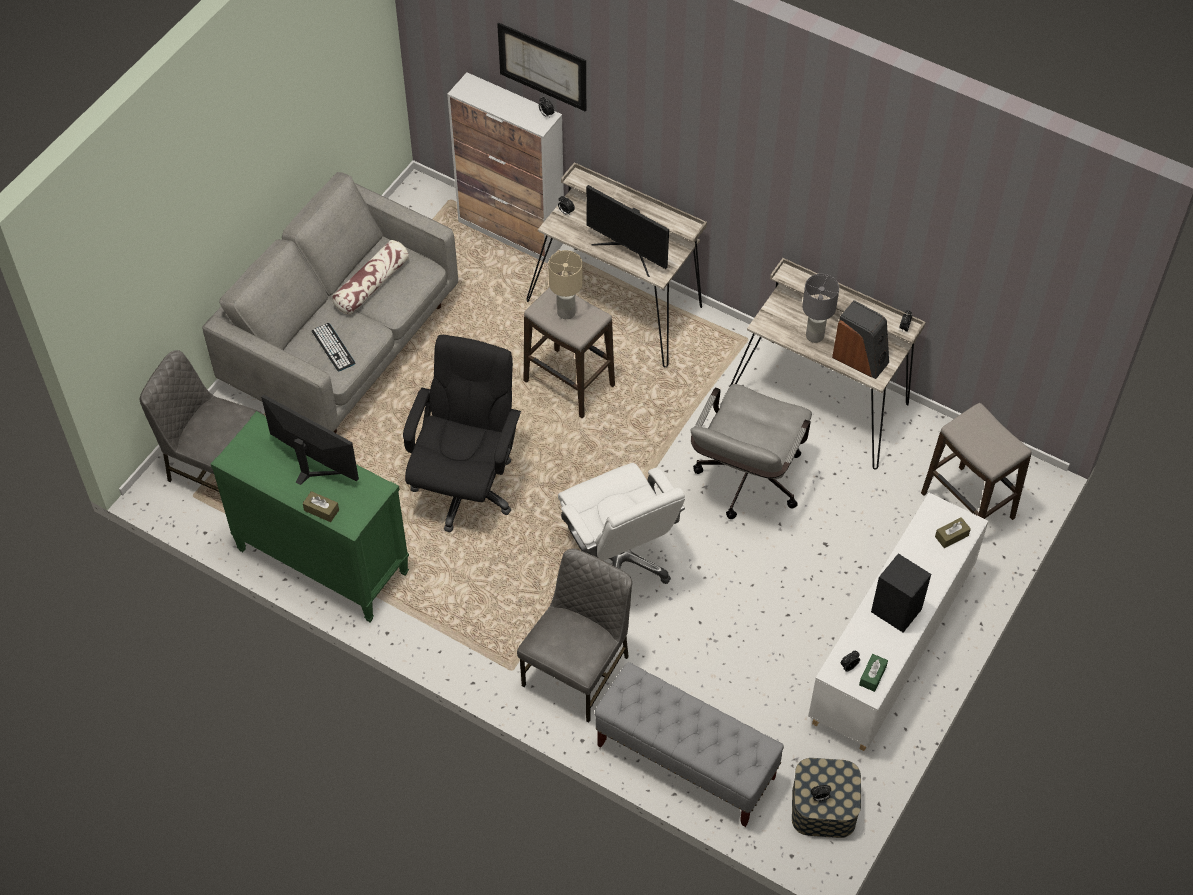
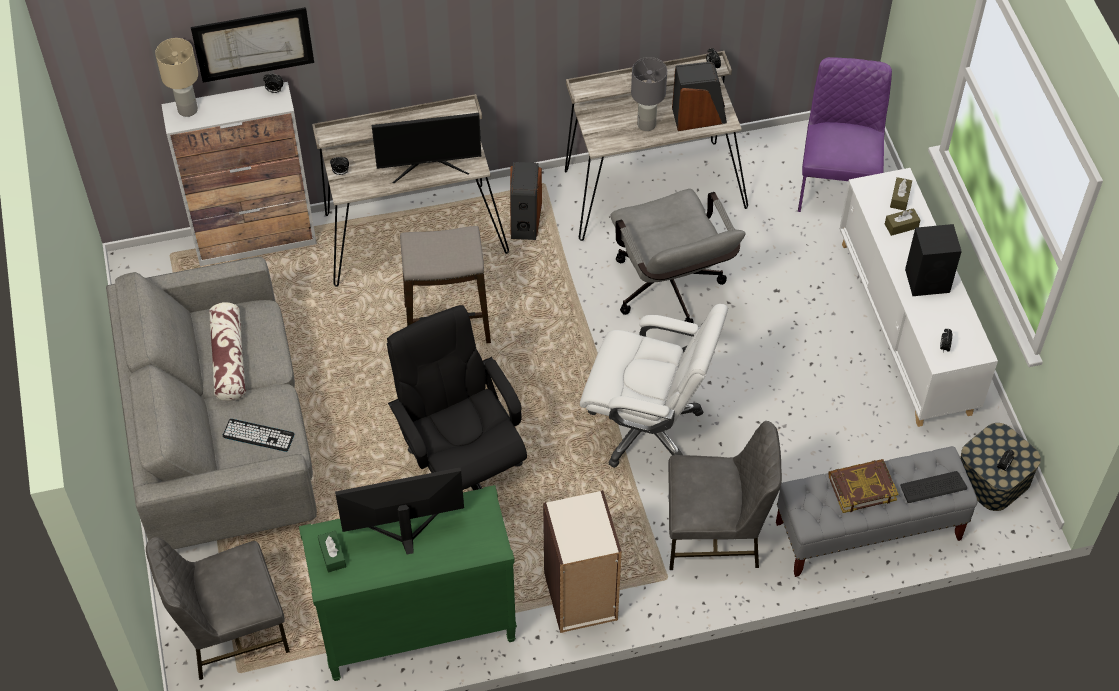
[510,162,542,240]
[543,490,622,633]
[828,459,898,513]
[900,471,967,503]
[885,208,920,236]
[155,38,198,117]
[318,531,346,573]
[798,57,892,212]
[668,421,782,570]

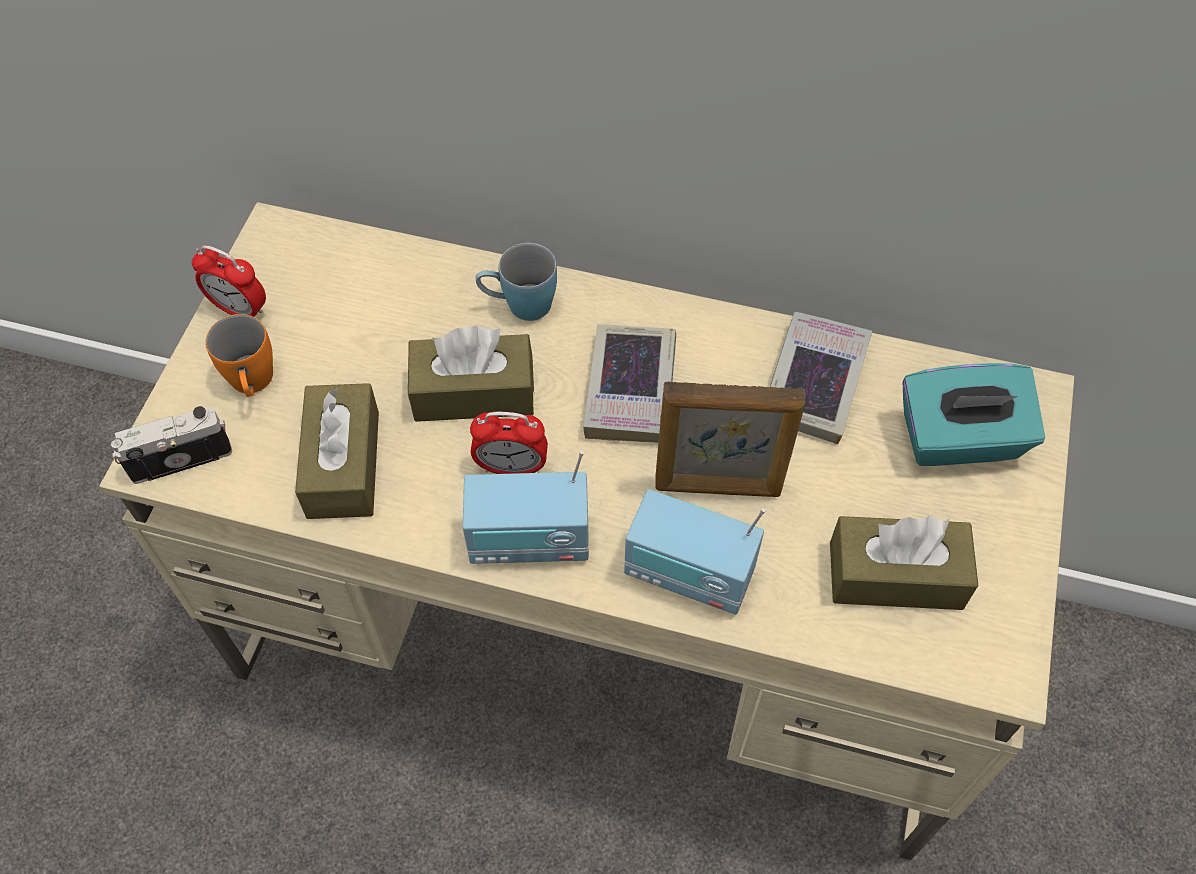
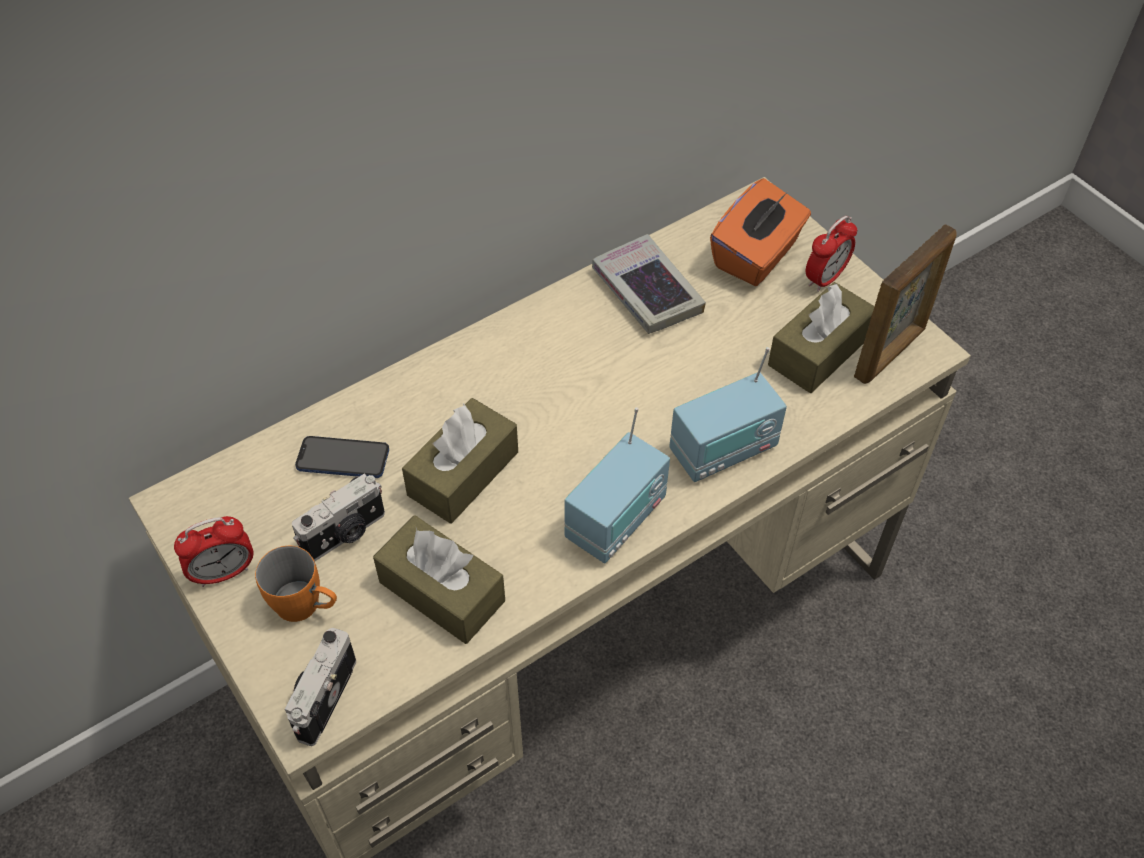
[476,243,557,321] (first image)
[583,324,676,443] (first image)
[292,473,385,561]
[295,436,389,478]
[806,216,857,292]
[854,225,957,384]
[710,178,811,286]

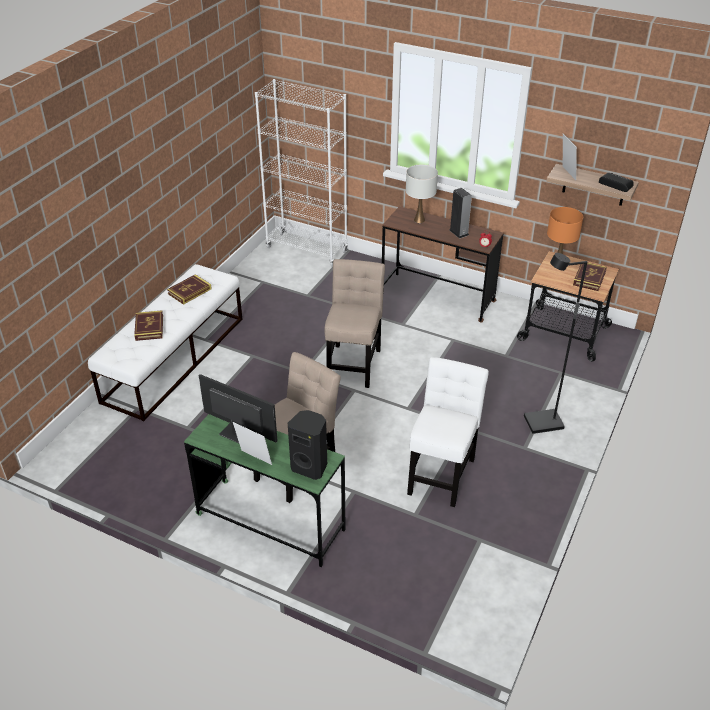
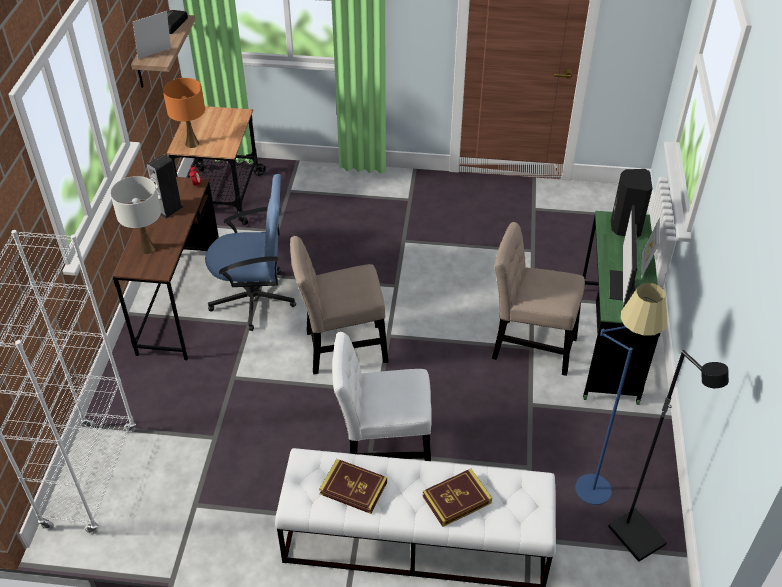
[573,262,607,291] (first image)
[205,174,296,331]
[575,283,667,505]
[332,332,432,461]
[608,350,729,562]

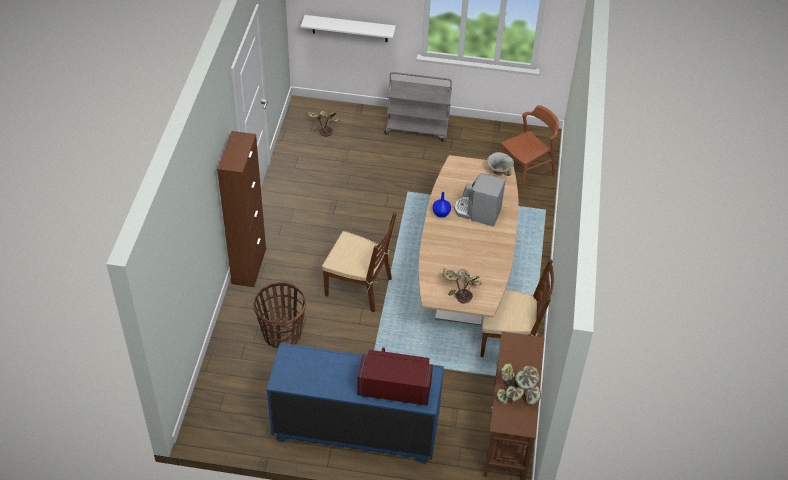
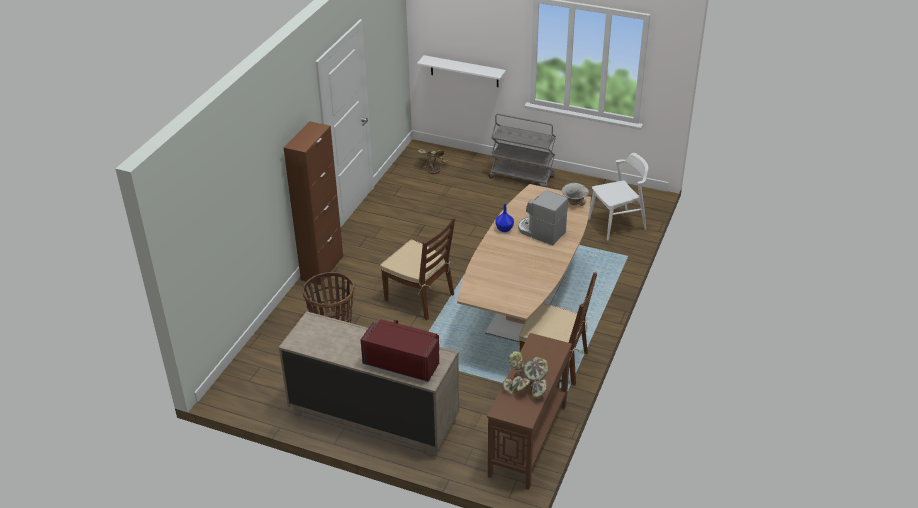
[443,269,482,304] (first image)
[278,311,459,457]
[588,153,648,240]

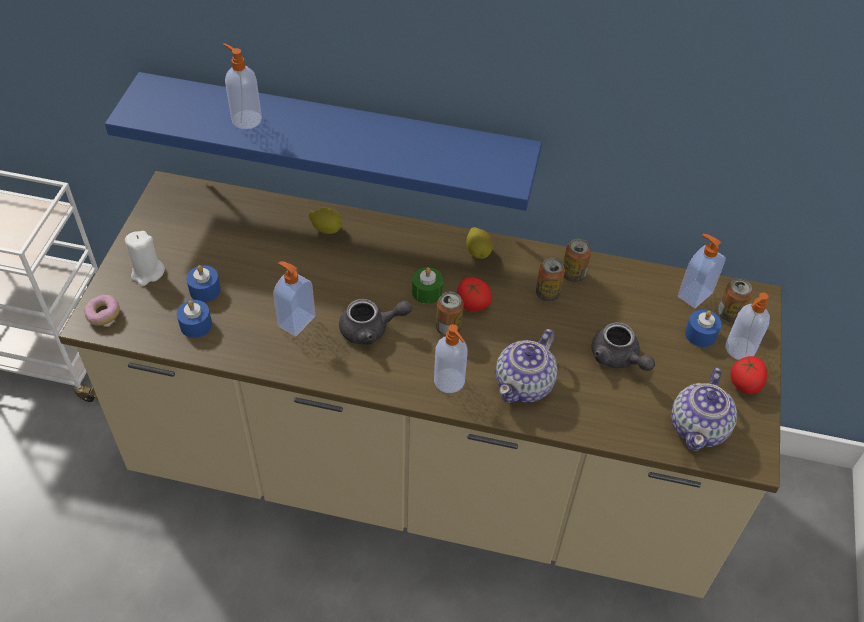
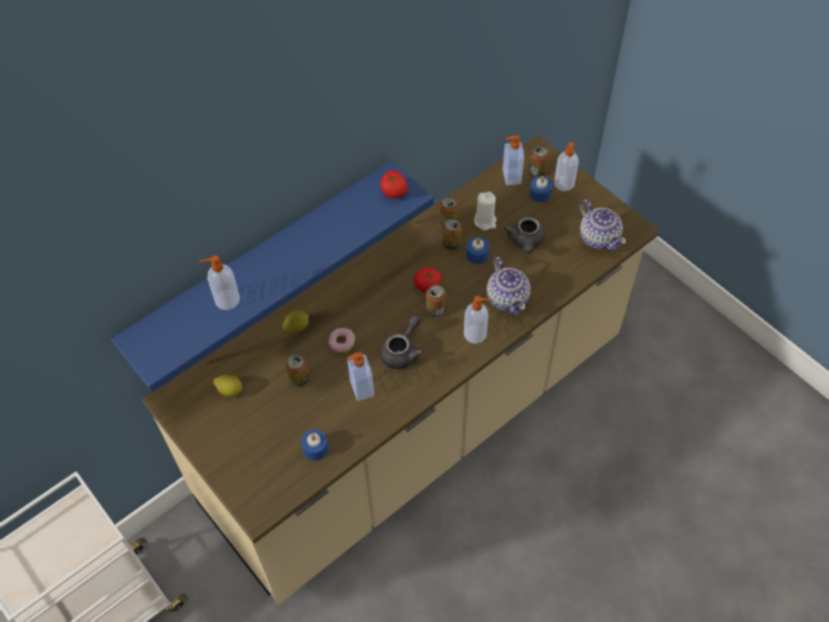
[412,267,443,304] (first image)
[286,354,309,387]
[329,328,355,353]
[474,192,497,231]
[466,237,489,264]
[213,375,242,397]
[381,170,408,198]
[504,217,545,254]

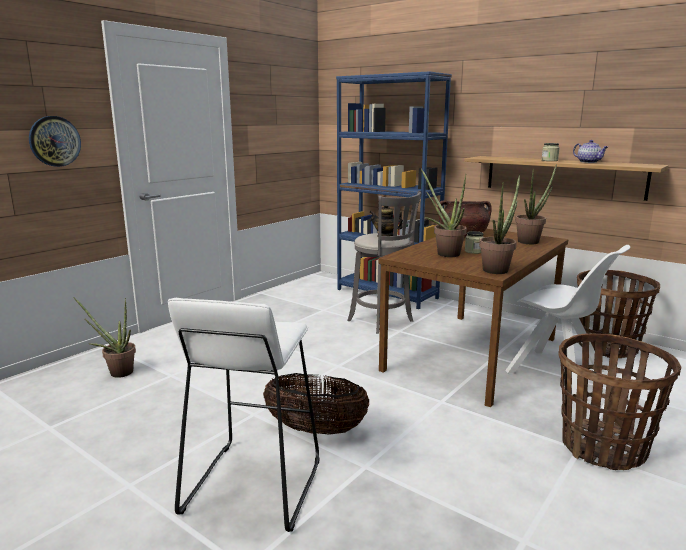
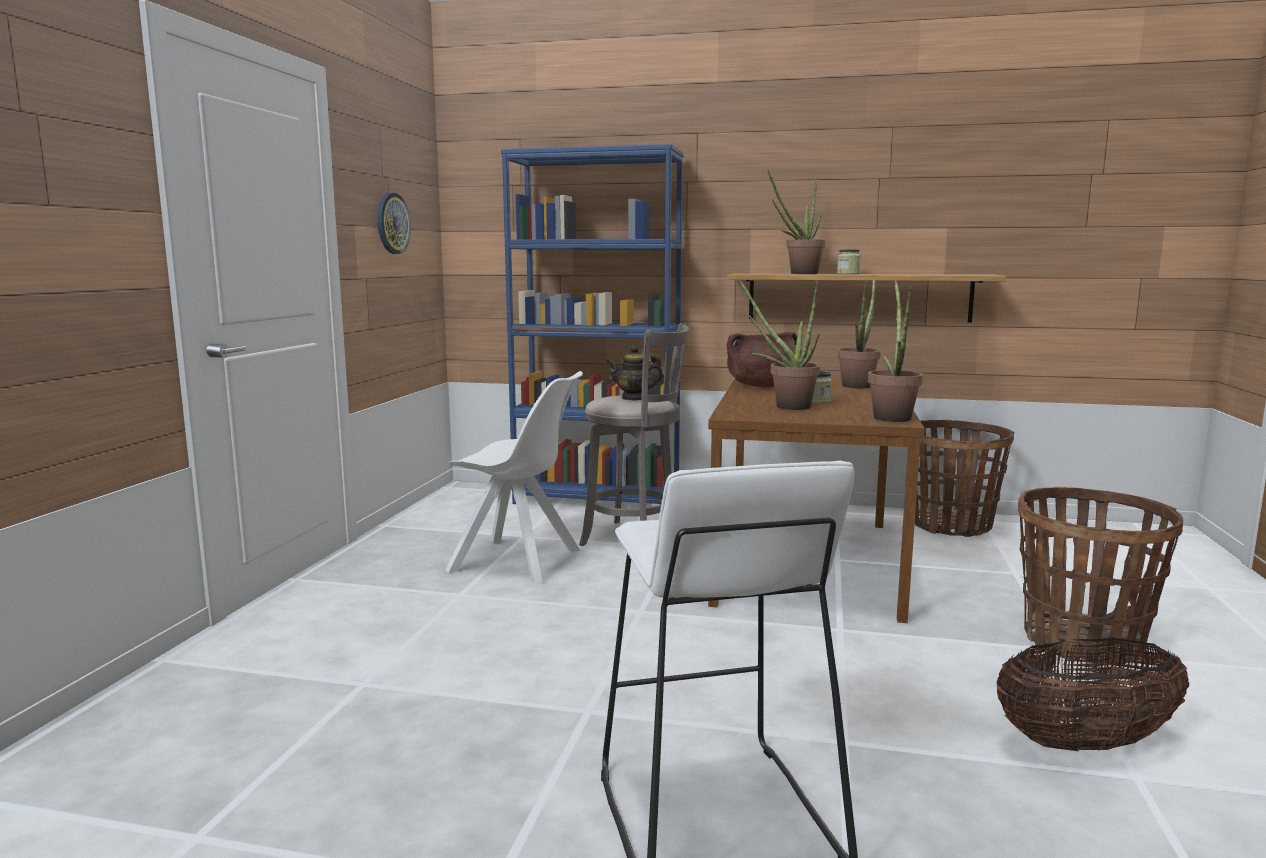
[573,140,608,163] (first image)
[377,193,411,254]
[768,170,825,274]
[997,638,1189,752]
[446,371,583,584]

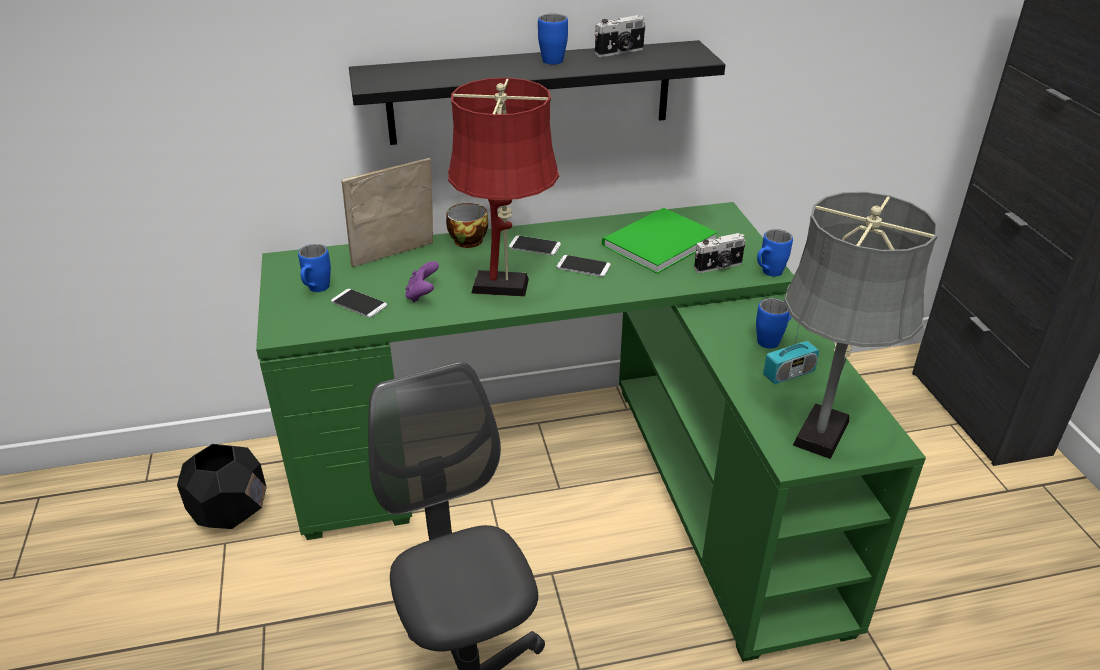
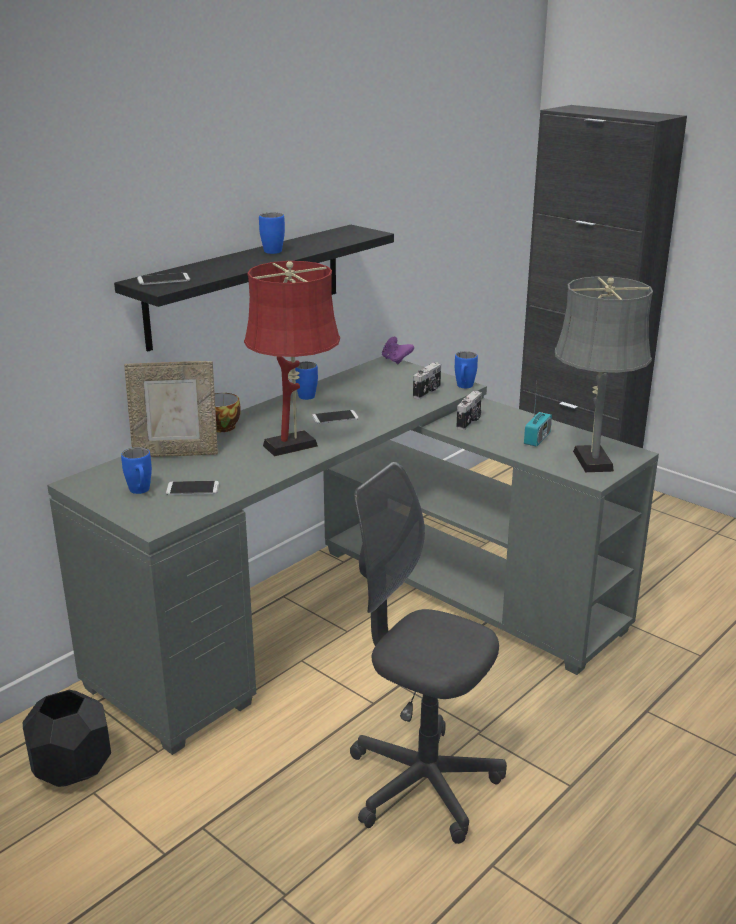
[602,208,718,274] (first image)
[382,337,414,365]
[137,273,190,285]
[456,391,482,430]
[295,362,318,400]
[47,356,659,755]
[124,361,218,457]

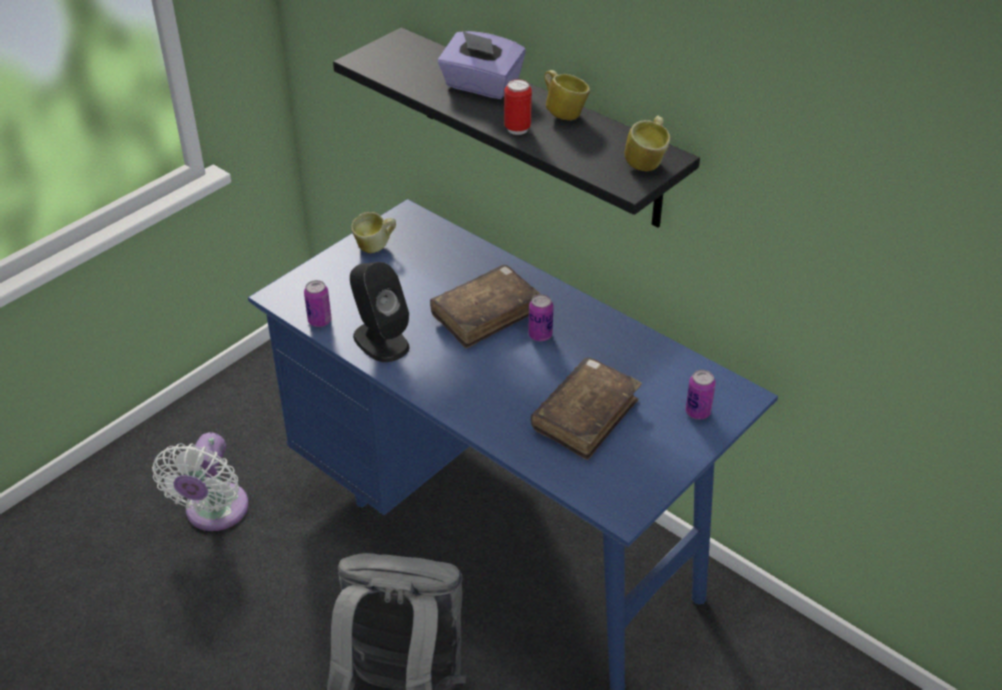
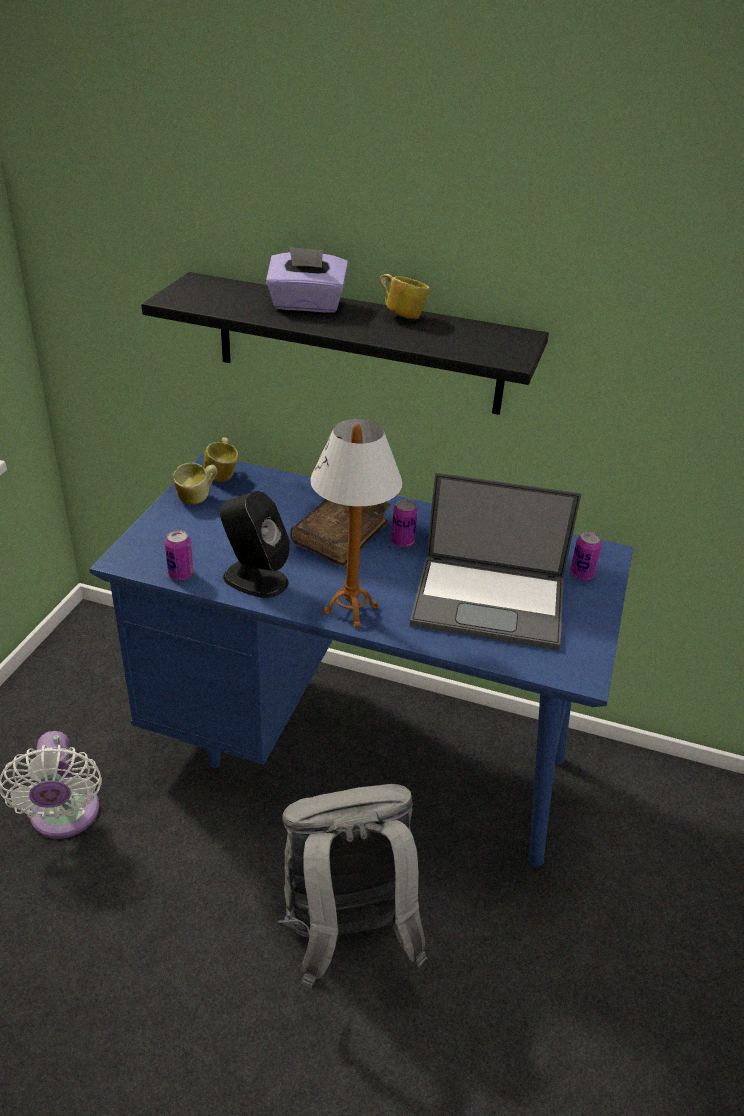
[504,79,532,135] (first image)
[310,419,403,628]
[203,437,238,482]
[410,473,581,650]

